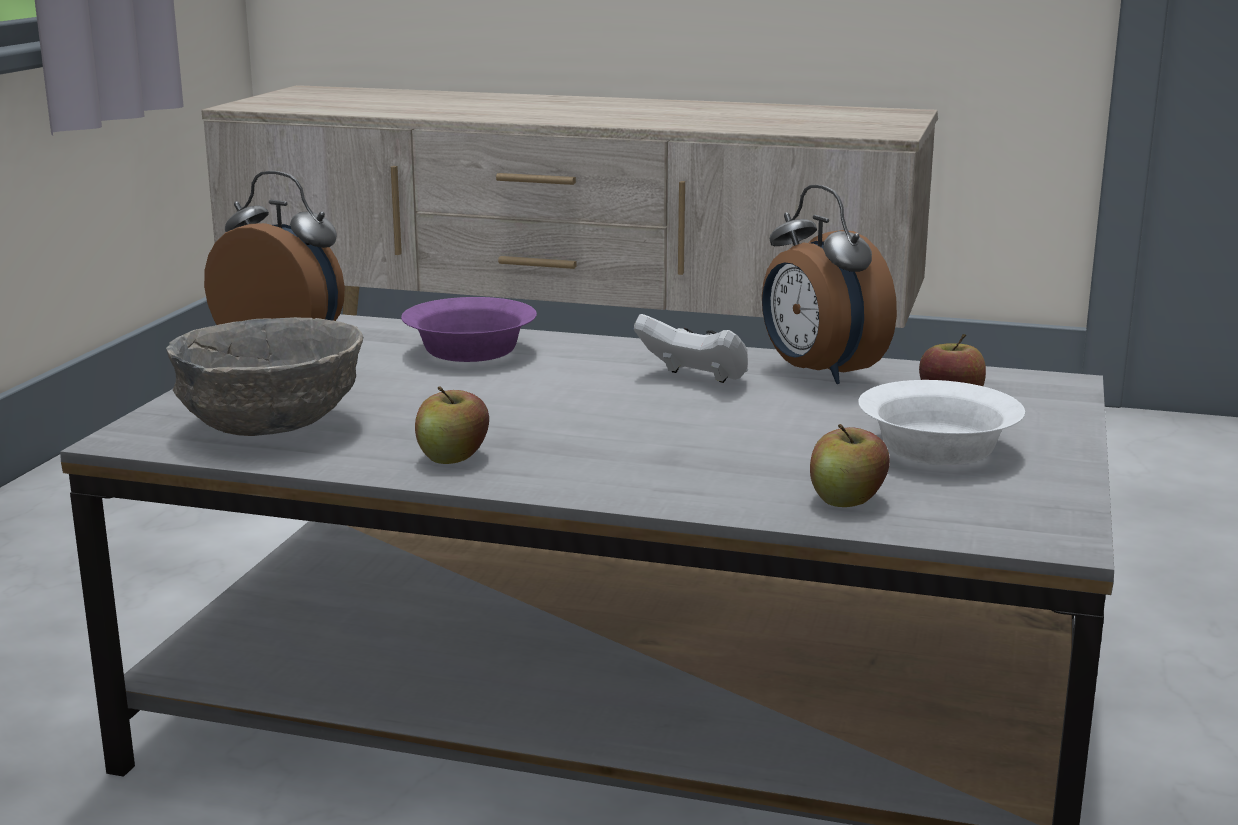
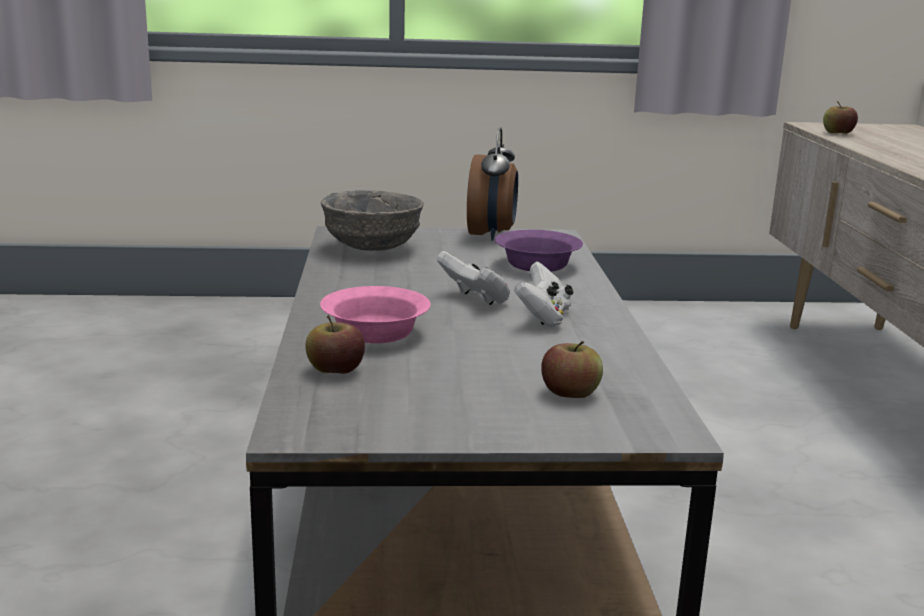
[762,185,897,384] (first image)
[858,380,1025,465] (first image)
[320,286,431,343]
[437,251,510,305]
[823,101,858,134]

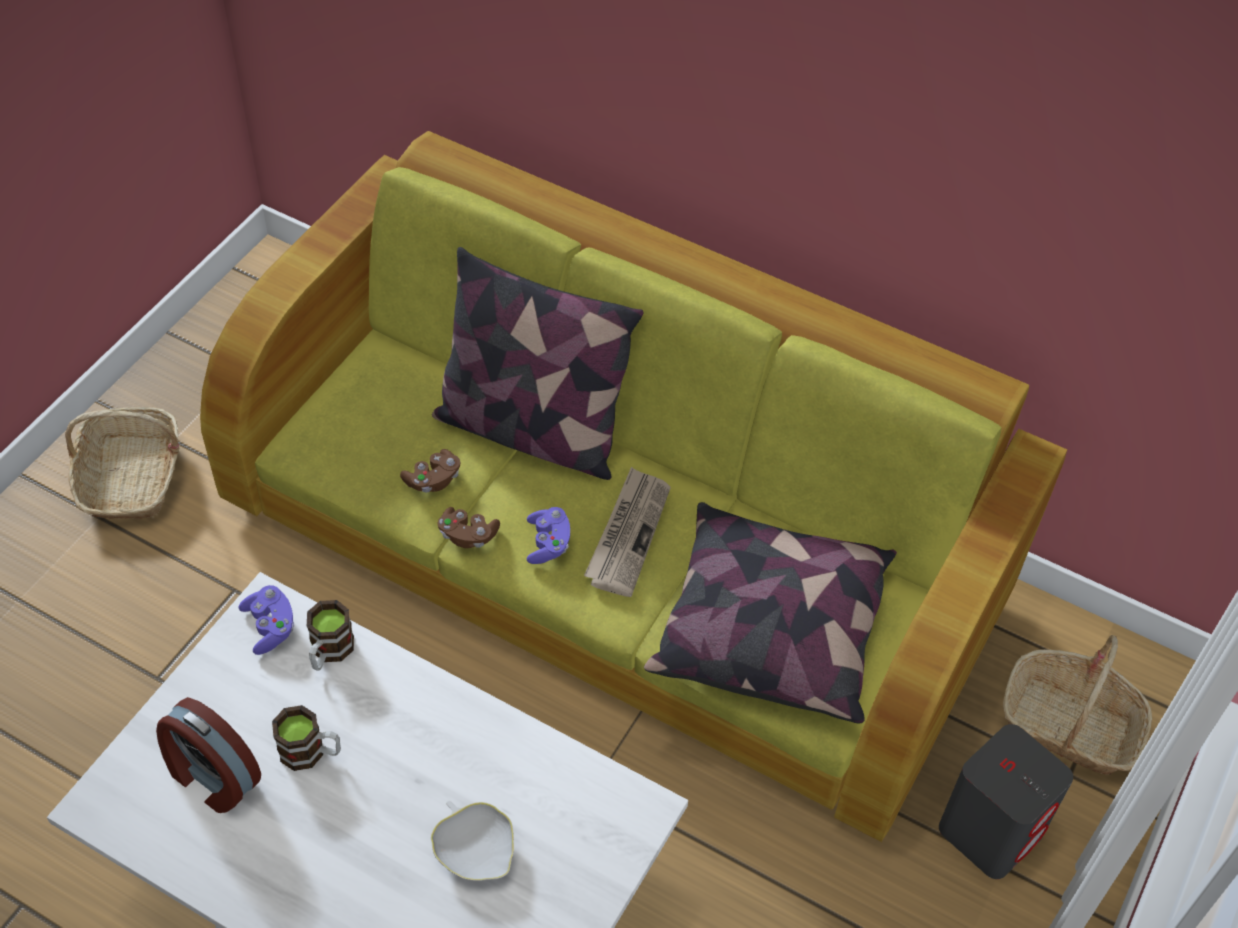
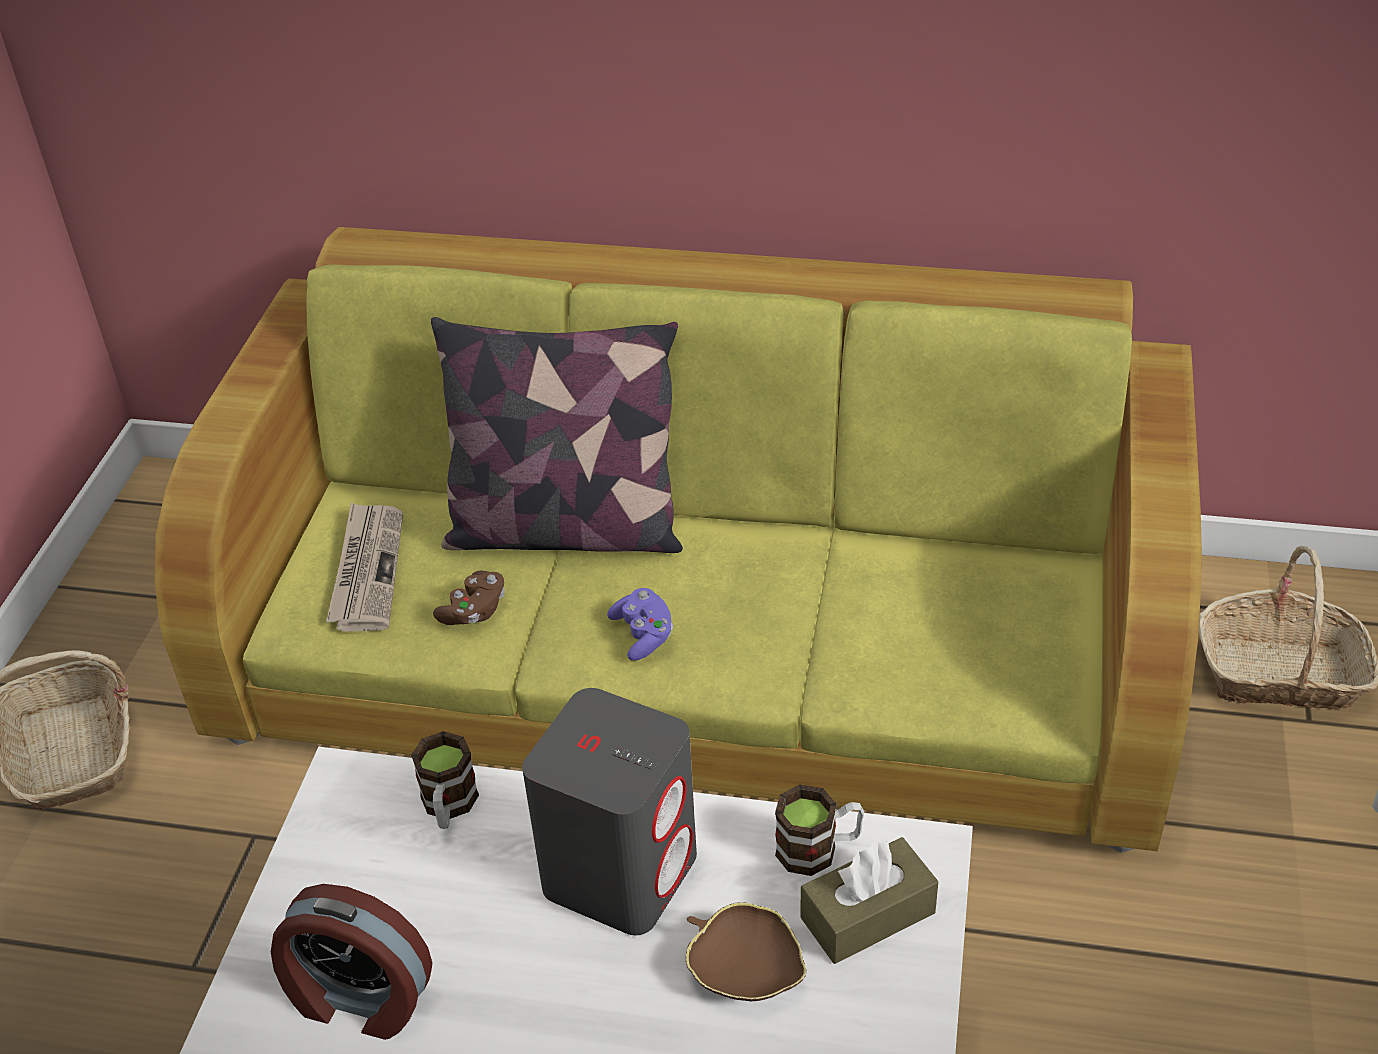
[239,585,294,655] (first image)
[438,507,500,548] (first image)
[644,502,897,724] (first image)
[800,837,939,964]
[775,784,864,876]
[326,502,403,632]
[522,688,697,936]
[686,902,806,1001]

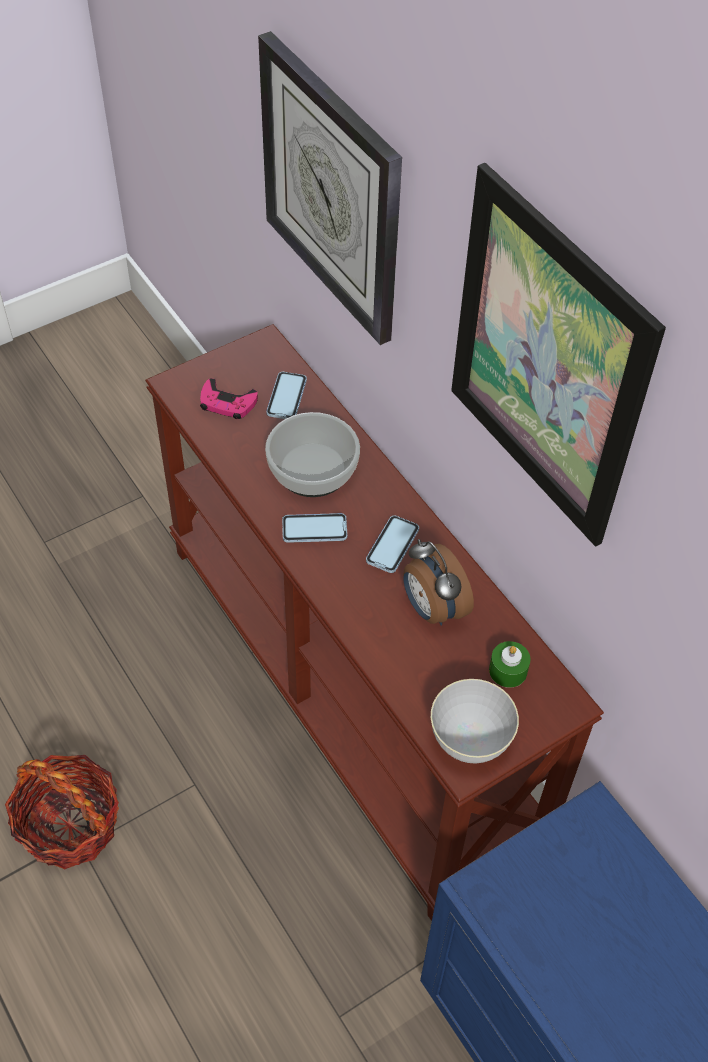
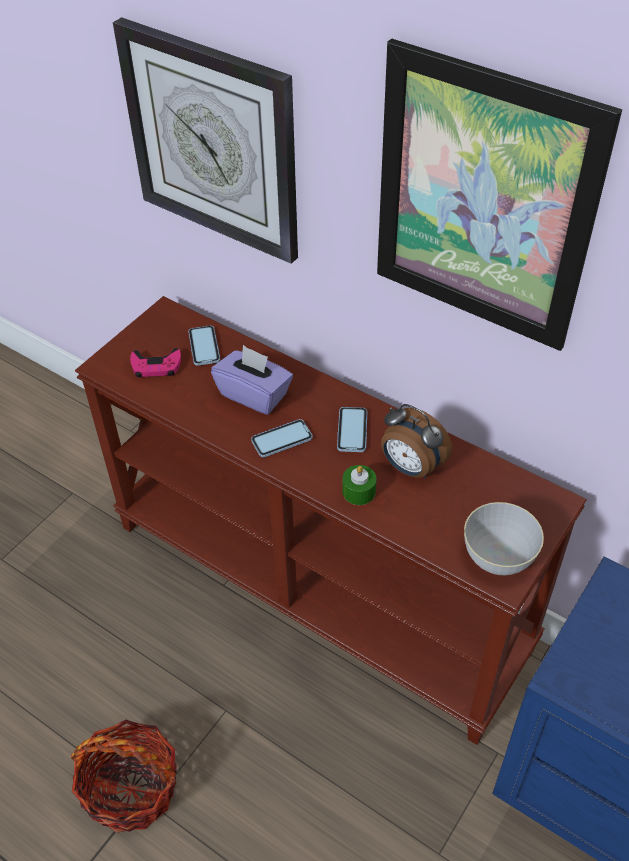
[342,465,376,505]
[211,345,293,415]

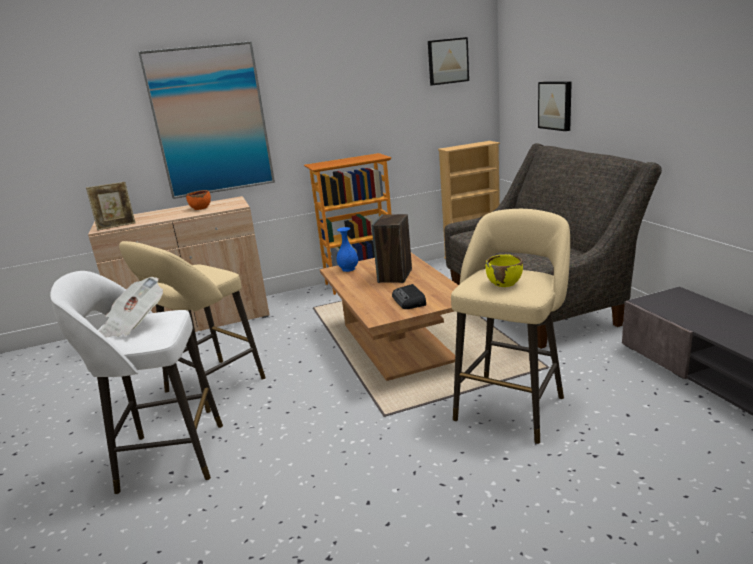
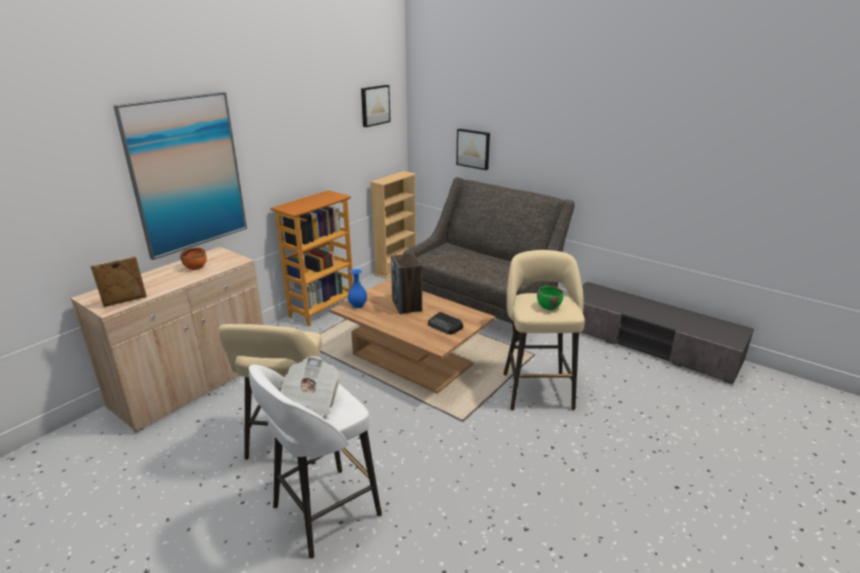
[537,286,564,310]
[90,256,147,307]

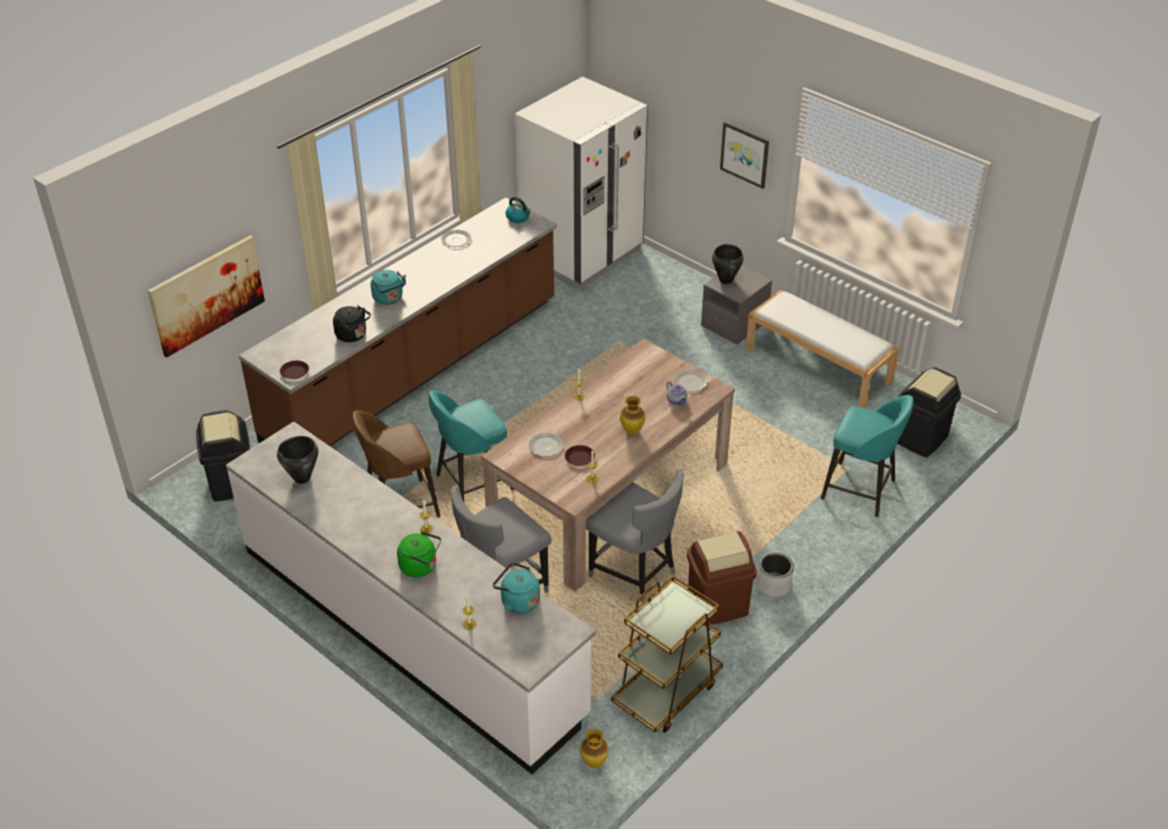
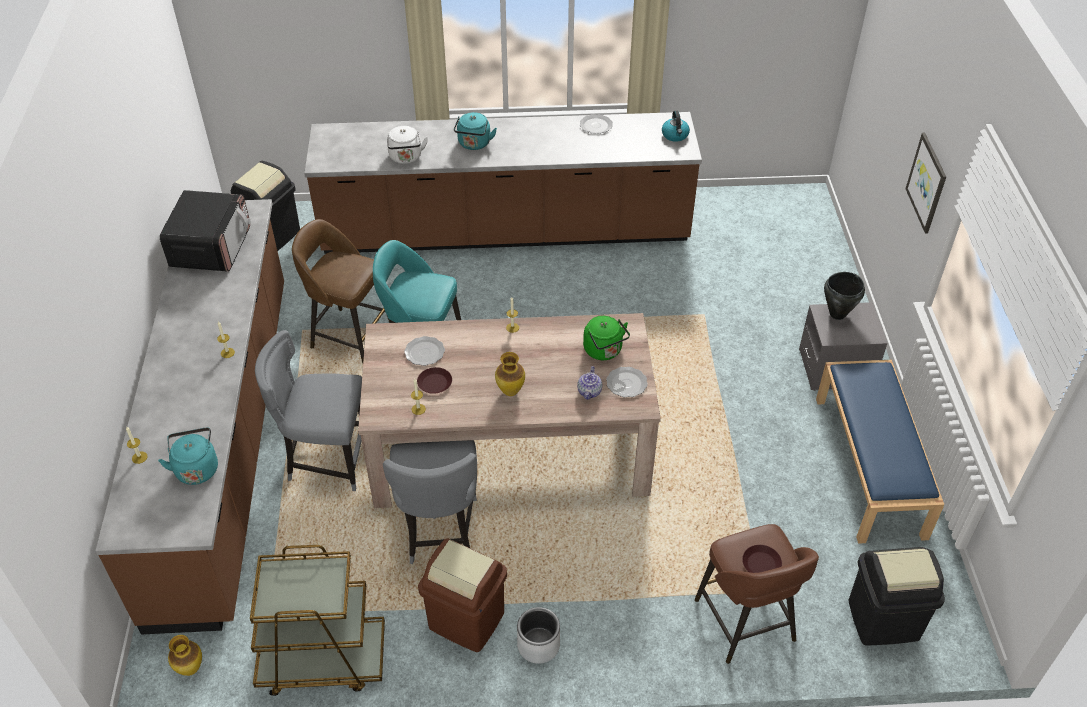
[148,235,265,358] (first image)
[515,76,648,289] (first image)
[742,545,782,573]
[583,316,630,360]
[160,190,250,272]
[95,199,284,635]
[387,126,428,164]
[816,360,944,544]
[695,524,819,664]

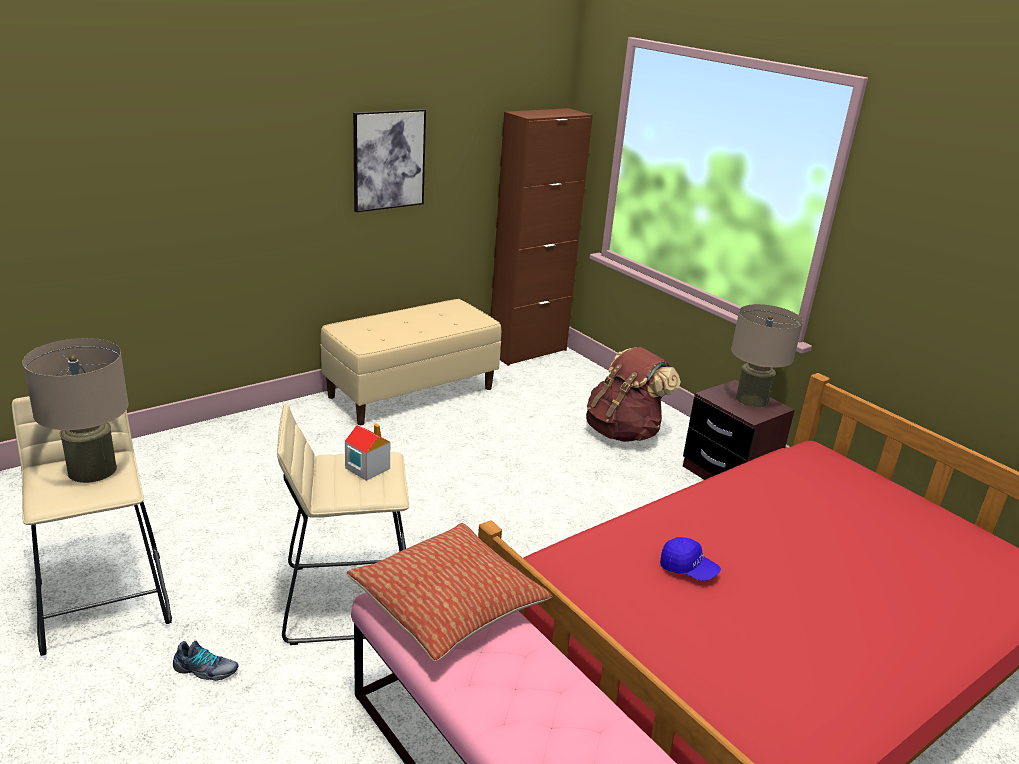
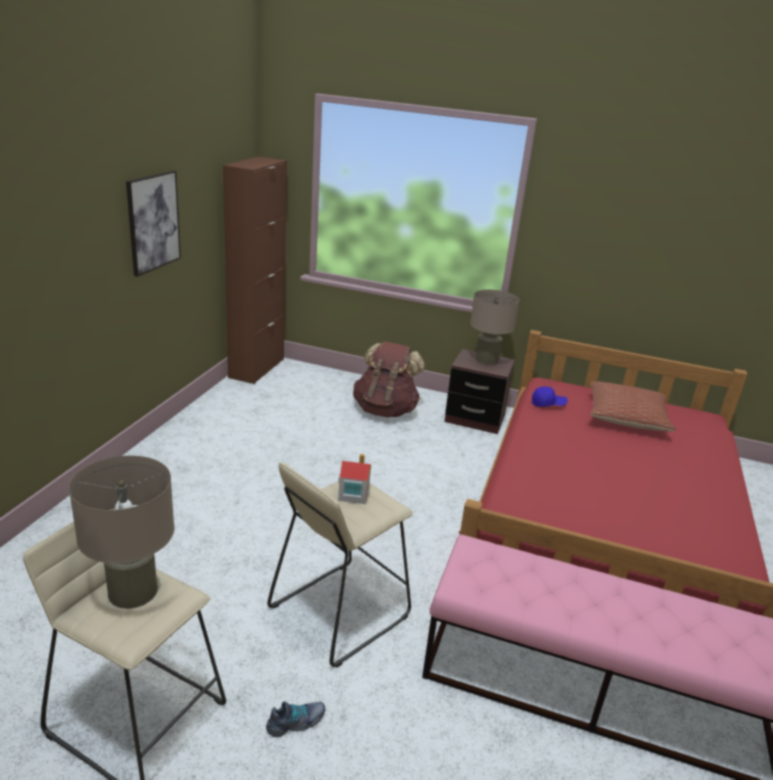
[321,299,501,425] (first image)
[590,381,676,431]
[531,386,568,407]

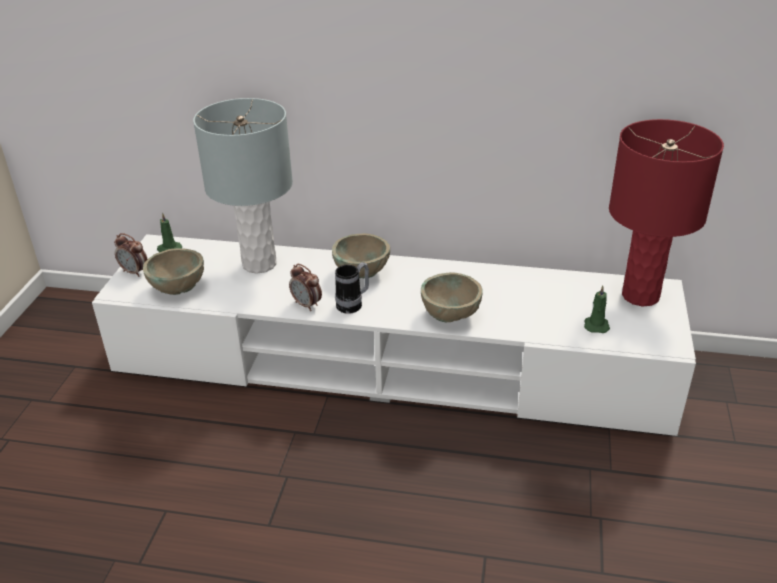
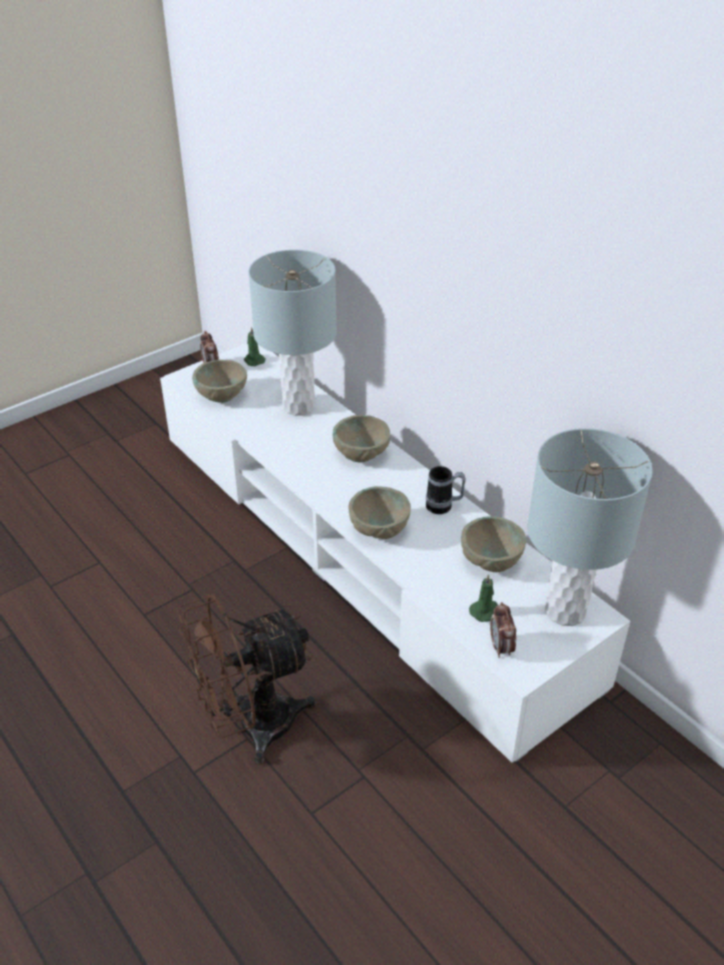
[177,594,316,765]
[461,516,526,572]
[490,602,516,658]
[426,466,466,514]
[527,428,653,626]

